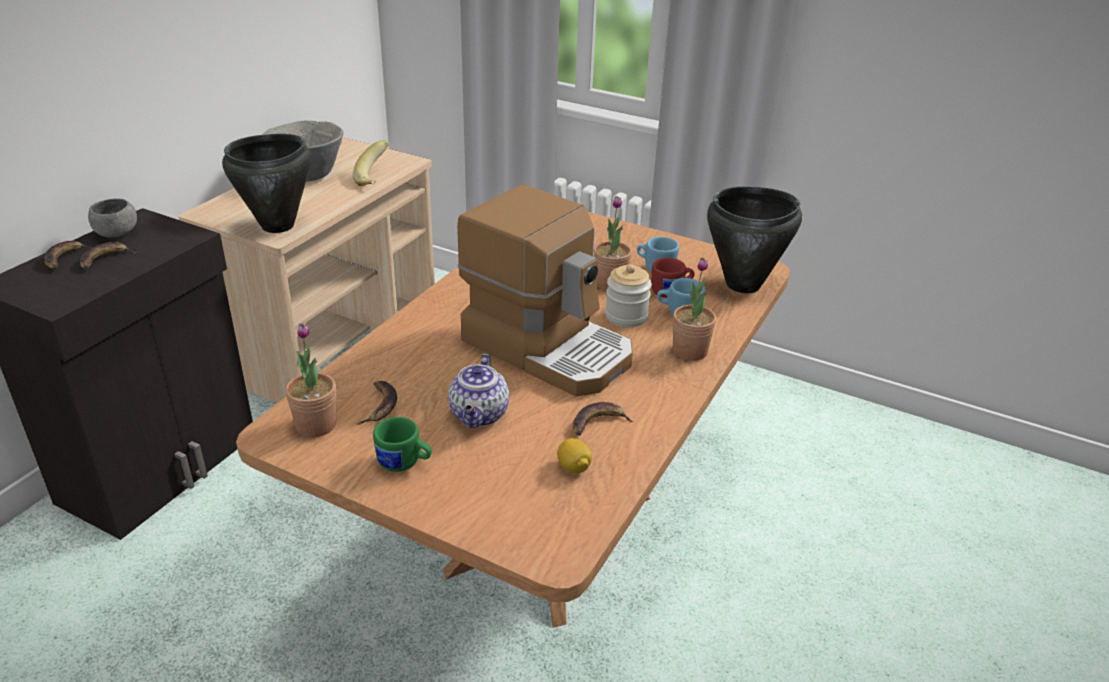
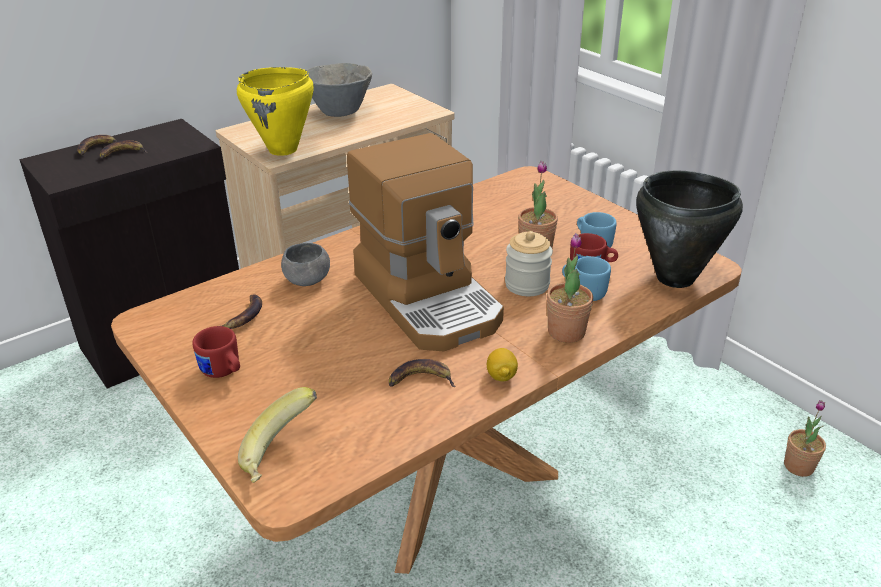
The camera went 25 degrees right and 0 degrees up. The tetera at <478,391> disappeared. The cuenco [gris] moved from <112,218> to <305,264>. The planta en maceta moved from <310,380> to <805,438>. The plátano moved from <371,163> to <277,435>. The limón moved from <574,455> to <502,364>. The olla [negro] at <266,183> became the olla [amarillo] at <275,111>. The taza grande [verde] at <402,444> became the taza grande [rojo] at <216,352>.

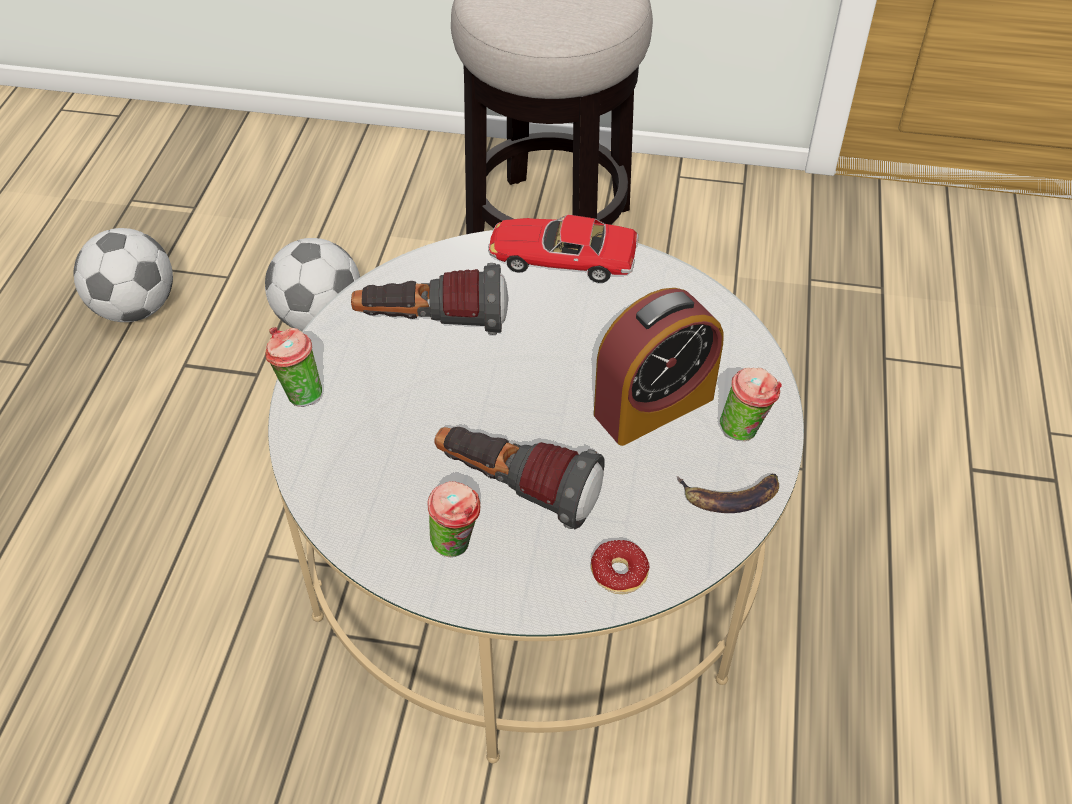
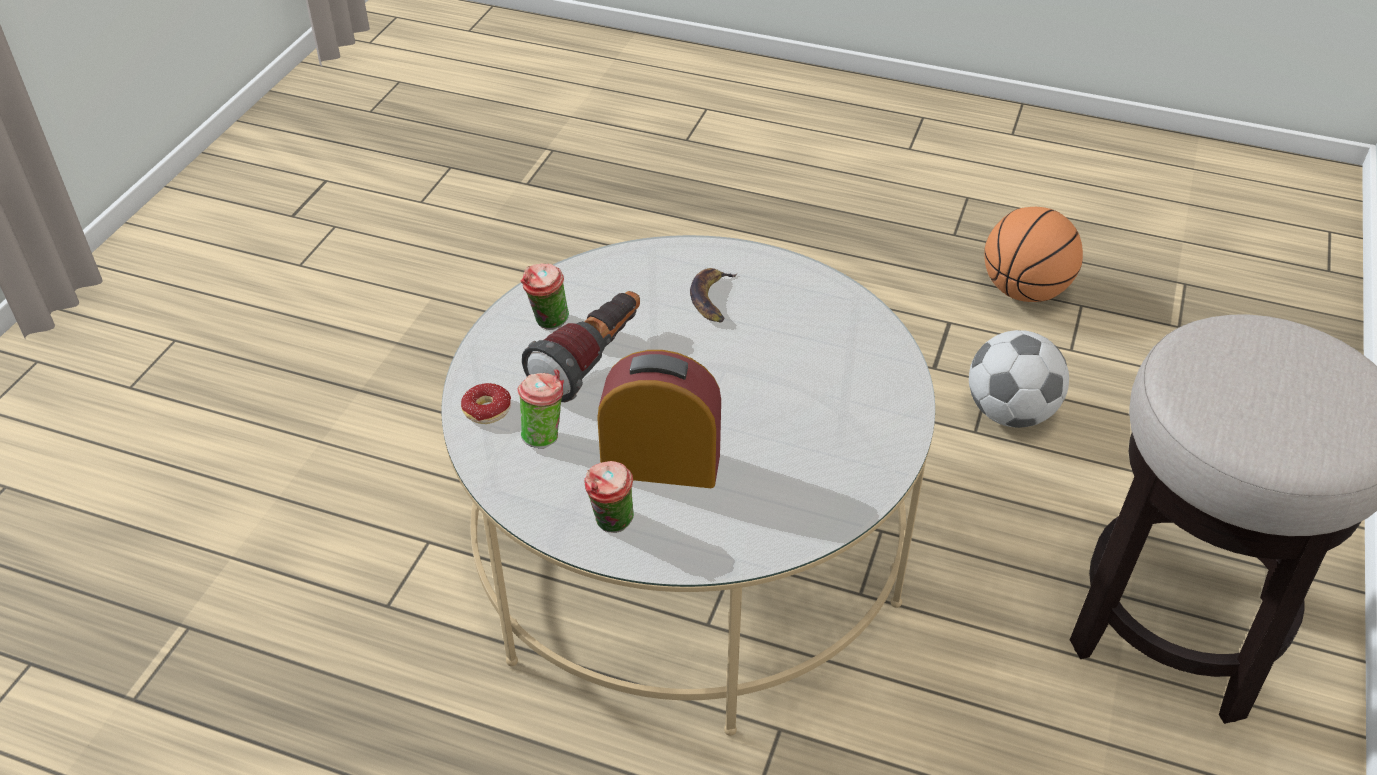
The camera went 100 degrees right and 5 degrees down. The linterna at <430,299> disappeared. The coche de juguete at <563,249> disappeared. The taza moved from <294,367> to <540,409>. The plátano moved from <728,493> to <714,295>. The balón de fútbol at <123,275> was replaced by the balón de baloncesto at <1033,254>. The despertador at <659,367> turned 120 degrees clockwise.

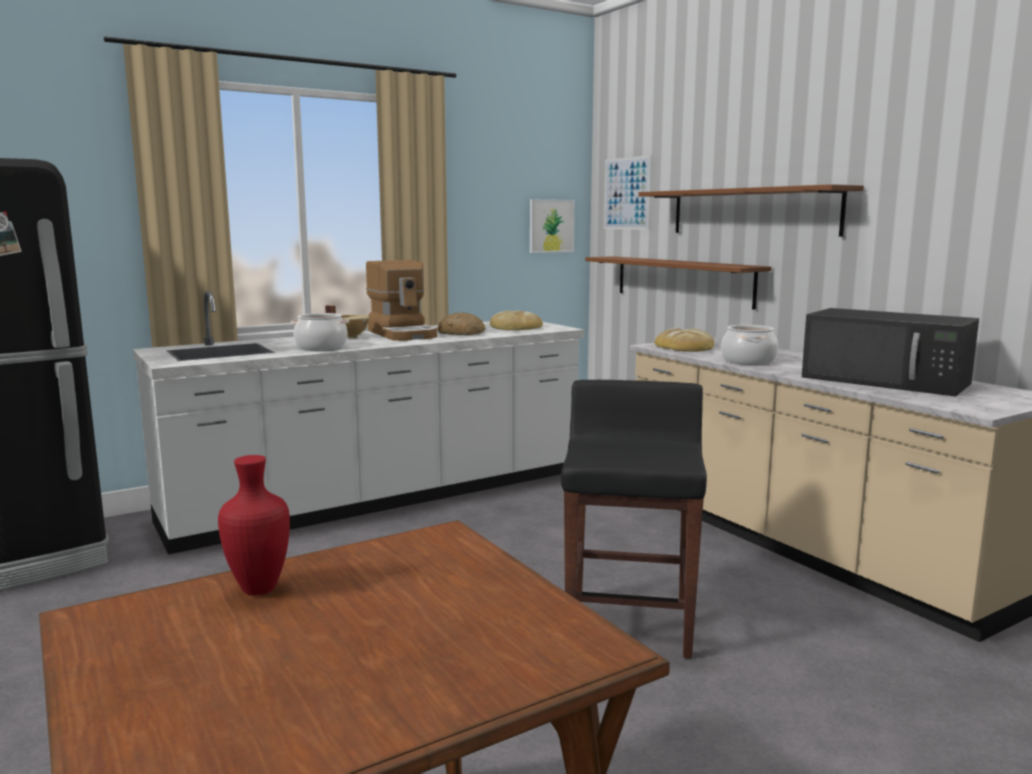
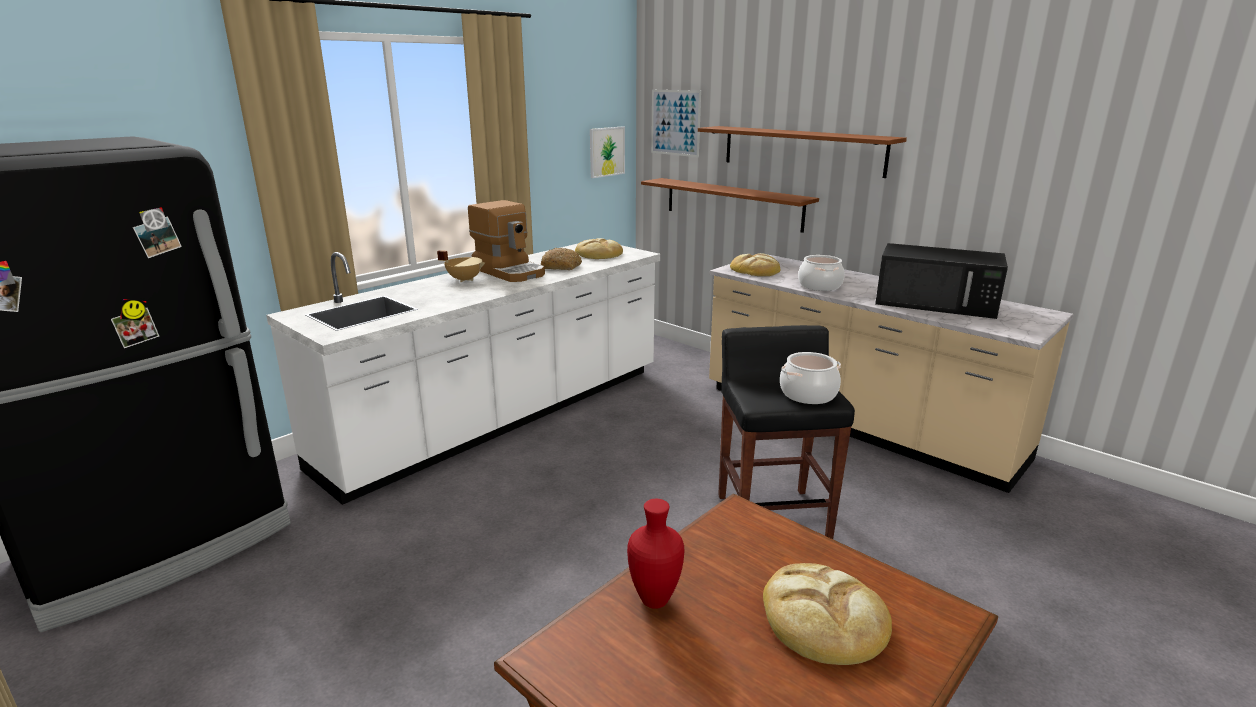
The camera went 15 degrees left and 10 degrees up. The pan at <827,614> appeared. The olla moved from <320,332> to <810,378>.

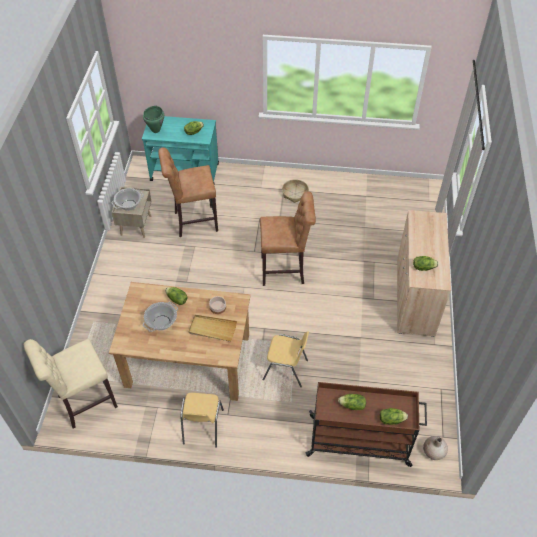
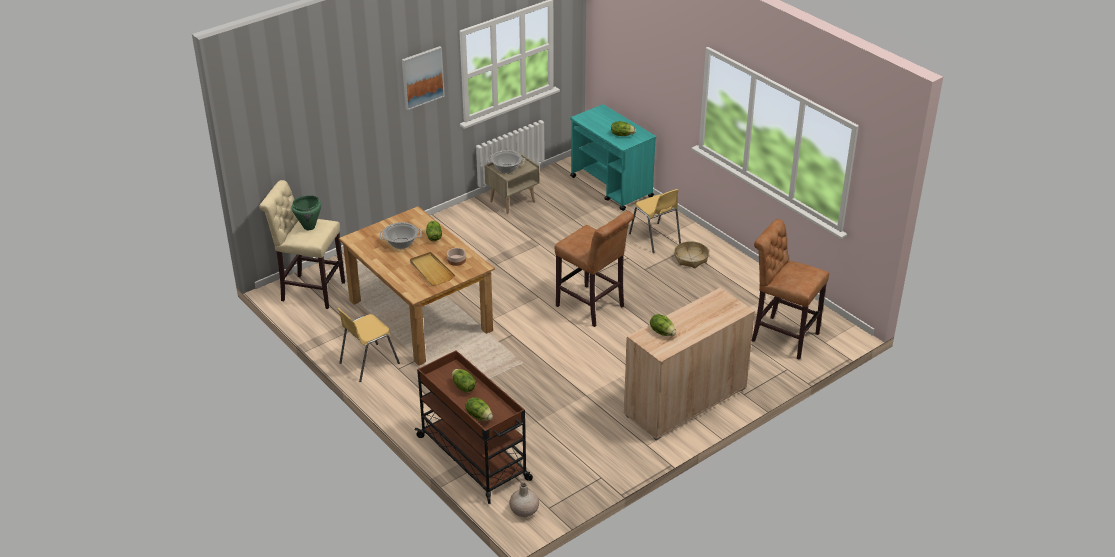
The camera went 45 degrees right and 15 degrees down. The cuadro at <423,78> appeared. The olla [verde] moved from <153,119> to <306,212>. The taburete [marrón] moved from <188,192> to <790,289>. The silla [amarillo] moved from <285,359> to <655,221>.

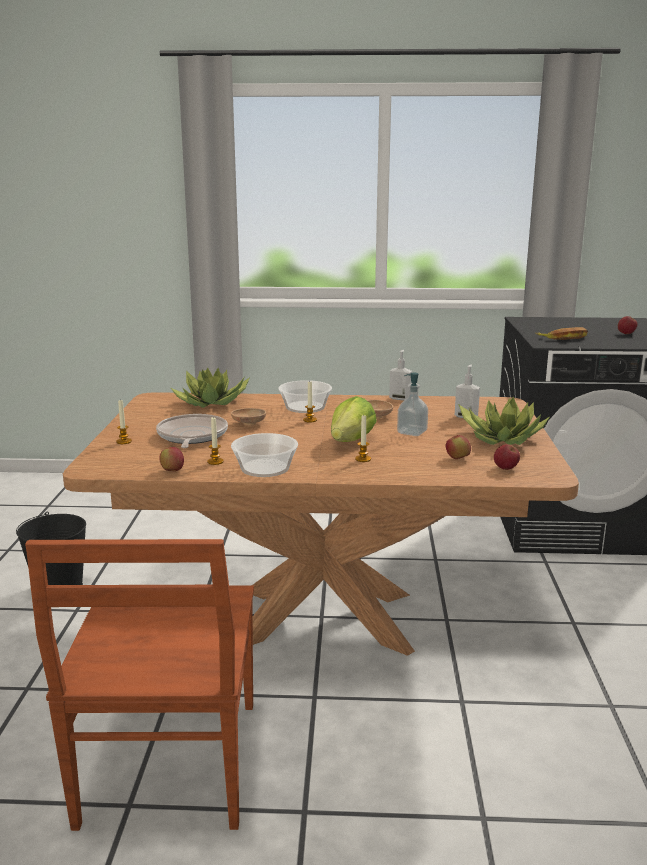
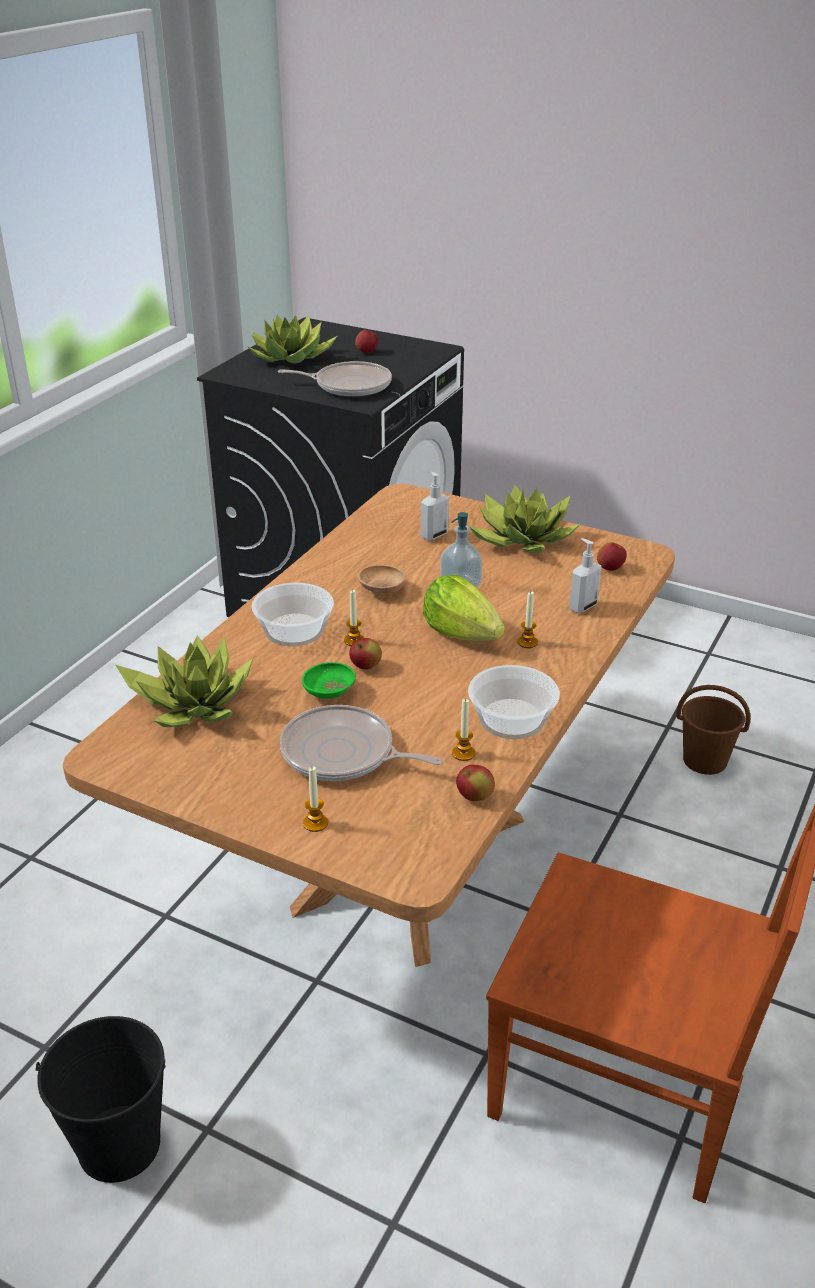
The camera went 65 degrees left and 15 degrees up. The planta en maceta at <292,339> appeared. The cubo [marrón] at <713,730> appeared. The dispensador de jabón moved from <400,375> to <585,575>. The manzana moved from <458,447> to <365,654>. The plátano at <561,333> was replaced by the sartén at <335,379>. The cuenco [marrón] at <248,417> became the cuenco [verde] at <329,680>.

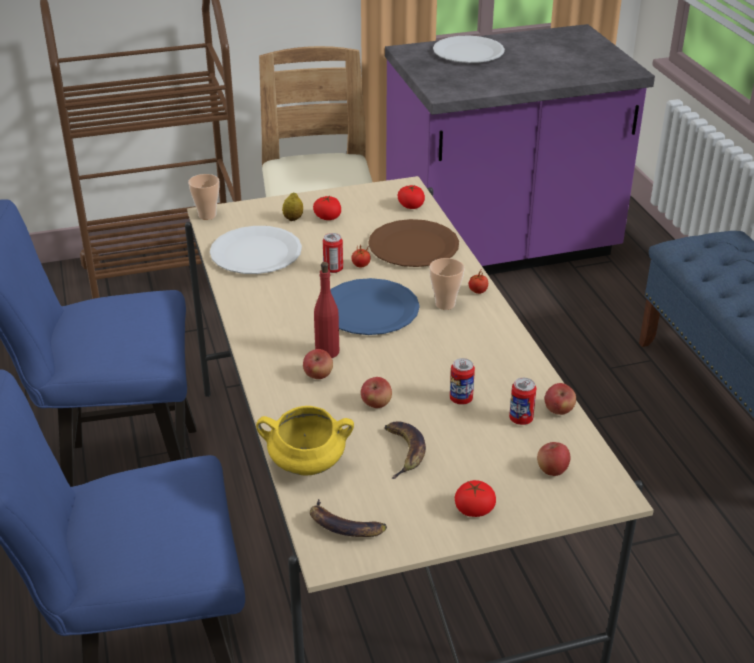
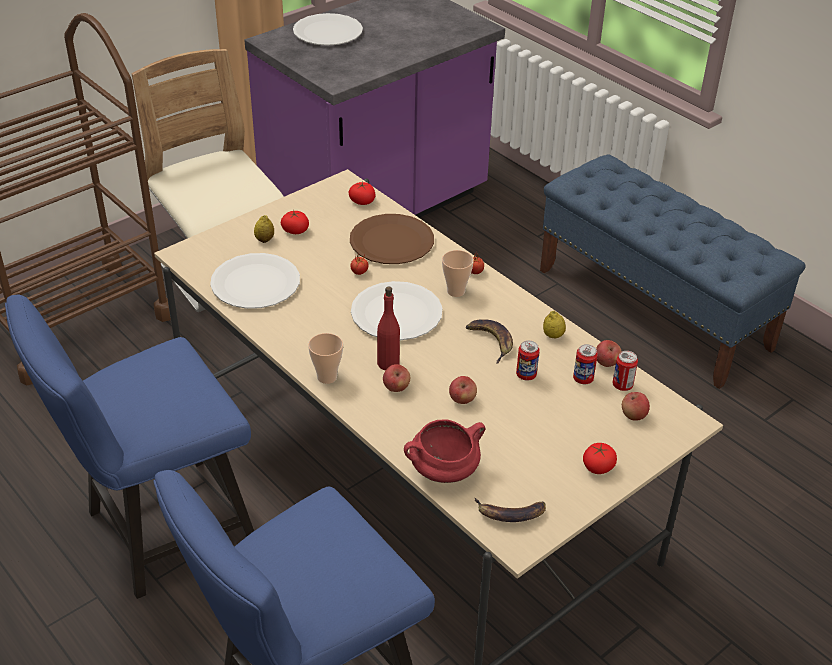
The camera went 25 degrees left and 5 degrees up. The limón at <554,324> appeared. The taza moved from <203,197> to <325,358>. The lata moved from <333,253> to <625,371>. The plátano moved from <405,450> to <489,341>. The olla [amarillo] at <305,440> became the olla [rojo] at <445,451>. The plato [azul] at <375,306> became the plato [blanco] at <396,310>.

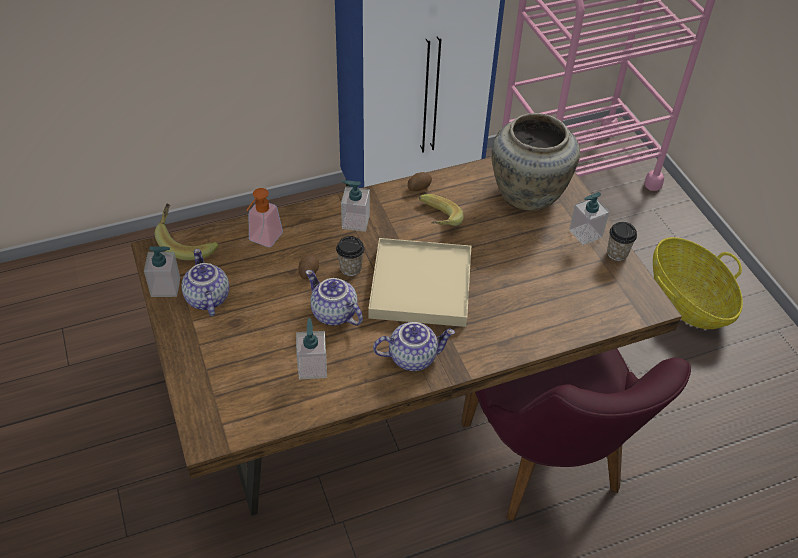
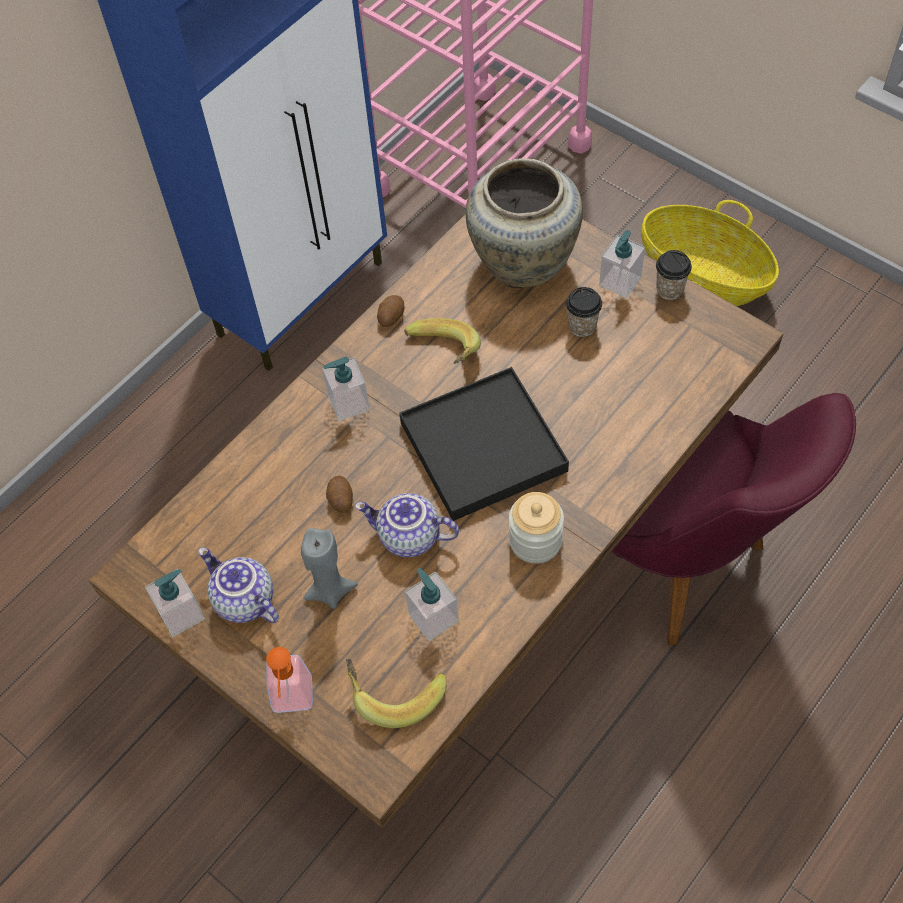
The camera went 25 degrees left and 10 degrees up. The vela [gris] at <329,568> appeared. The plátano moved from <187,232> to <396,693>. The dispensador de jabón moved from <264,217> to <289,680>. The taza moved from <350,256> to <584,312>. The tetera at <414,346> was replaced by the tarro at <536,528>. The bandeja [beis] at <419,282> became the bandeja [negro] at <484,444>.

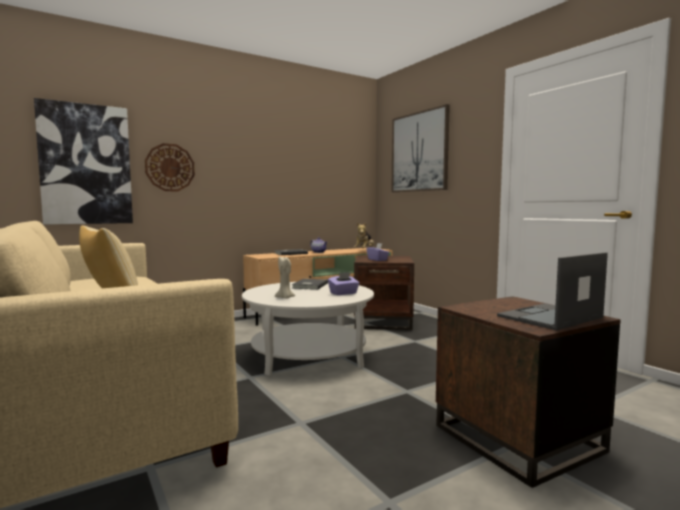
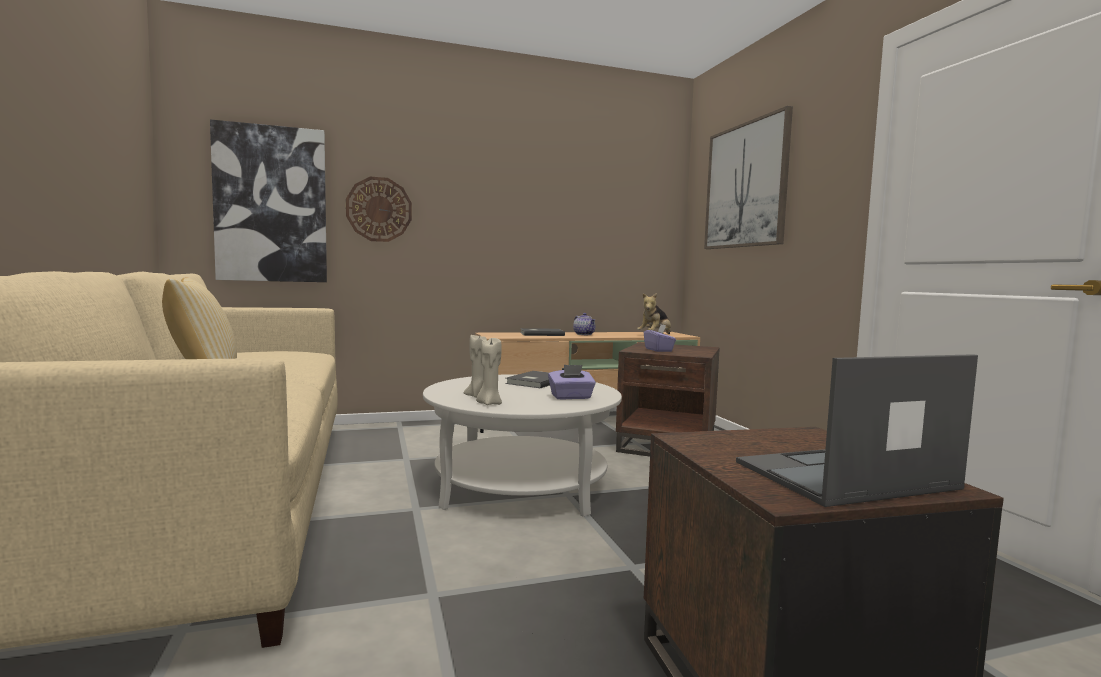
The camera went 15 degrees right and 0 degrees up. The vela [beis] at <489,371> appeared.

